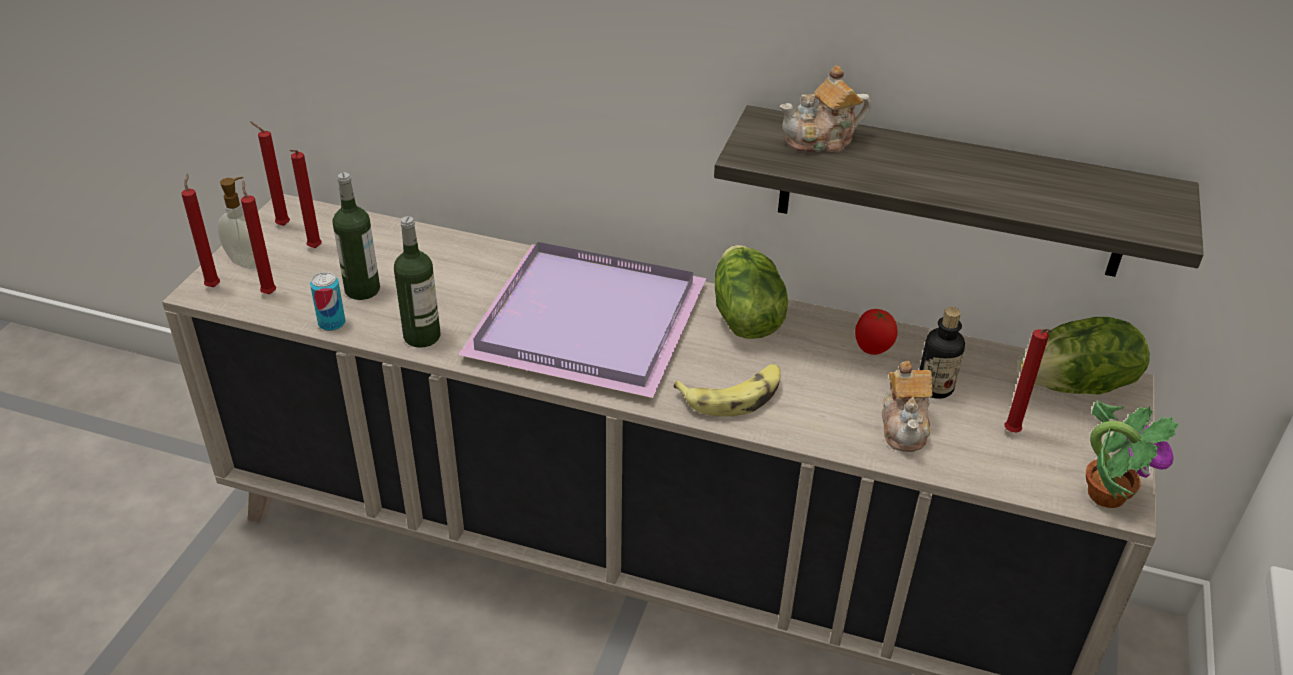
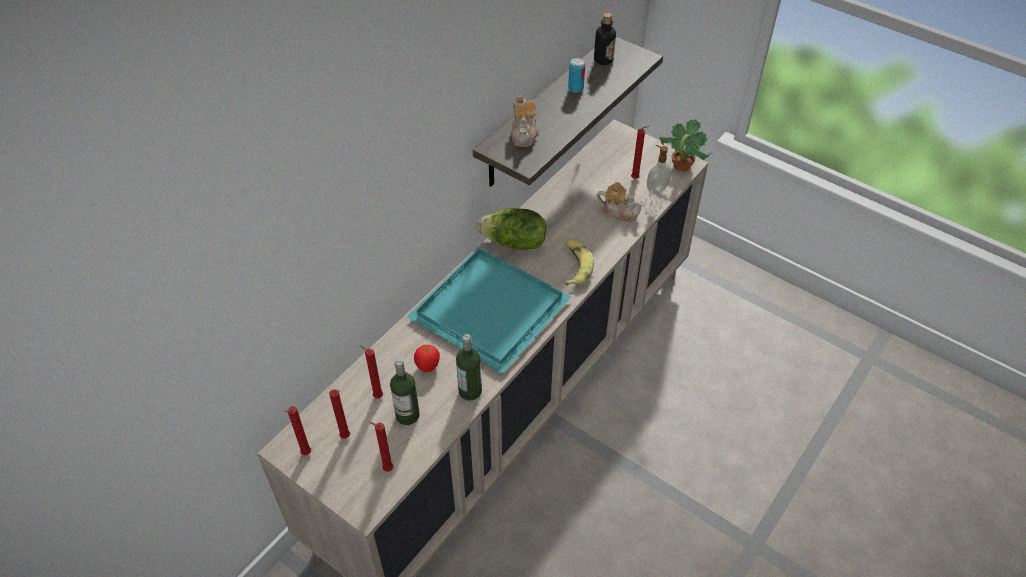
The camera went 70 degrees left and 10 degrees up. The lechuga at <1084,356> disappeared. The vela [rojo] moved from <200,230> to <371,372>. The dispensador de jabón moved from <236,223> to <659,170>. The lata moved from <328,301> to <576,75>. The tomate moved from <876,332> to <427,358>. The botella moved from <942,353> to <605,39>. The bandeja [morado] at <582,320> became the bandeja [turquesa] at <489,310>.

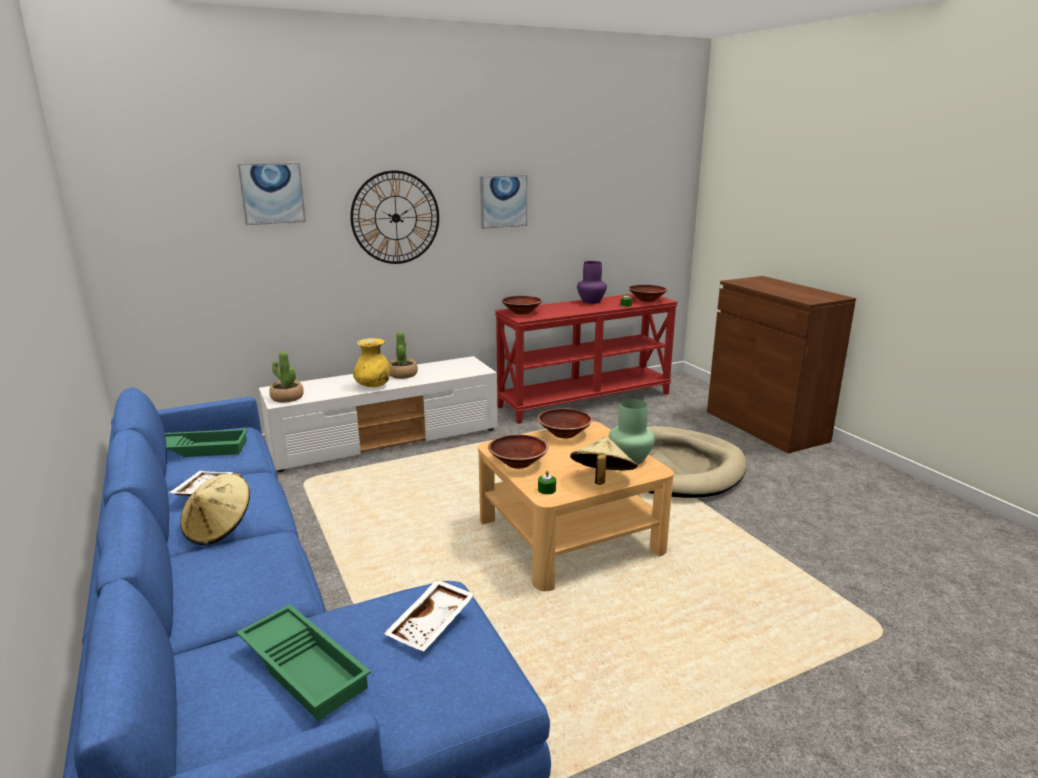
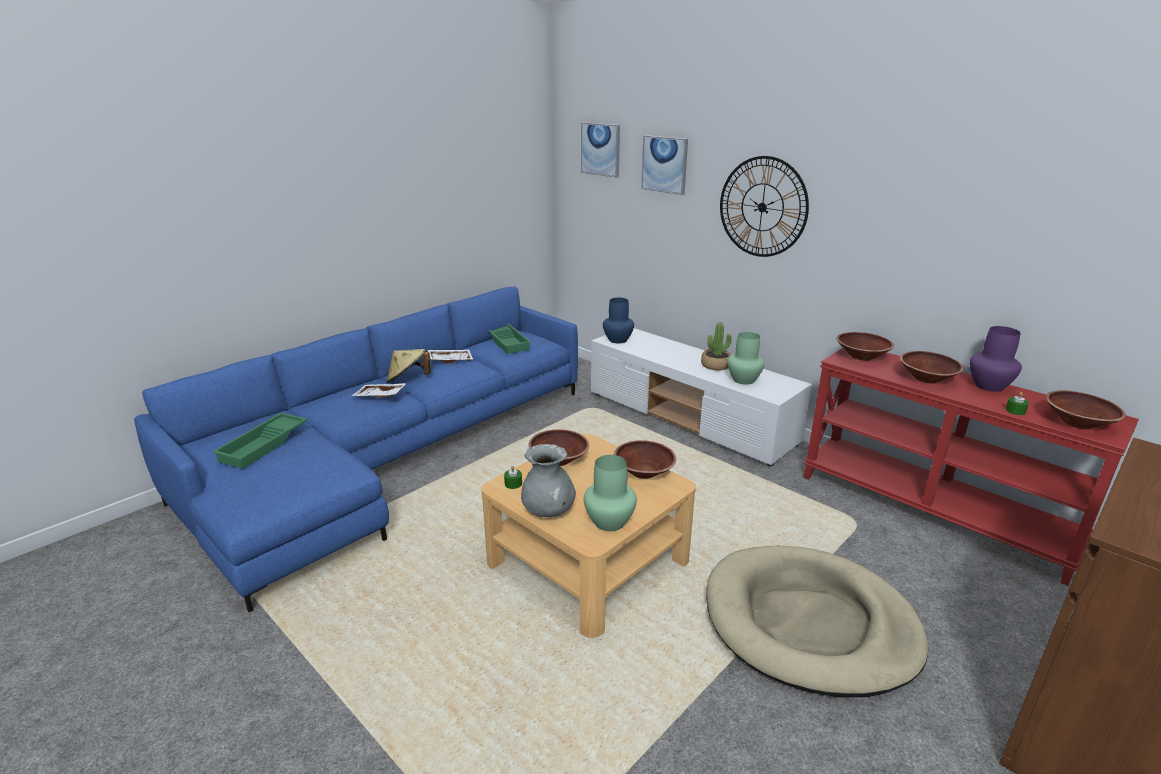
The camera went 70 degrees right and 5 degrees up. The florero [amarillo] at <371,362> disappeared. The florero [verde] at <746,358> appeared. The cuenco [marrón] at <932,367> appeared. The bandeja [blanco] moved from <429,615> to <379,390>. The cuadro moved from <503,202> to <600,150>. The planta en maceta at <286,377> was replaced by the florero [azul] at <618,320>. The sombrero [beis] at <604,460> was replaced by the florero [gris] at <548,480>.

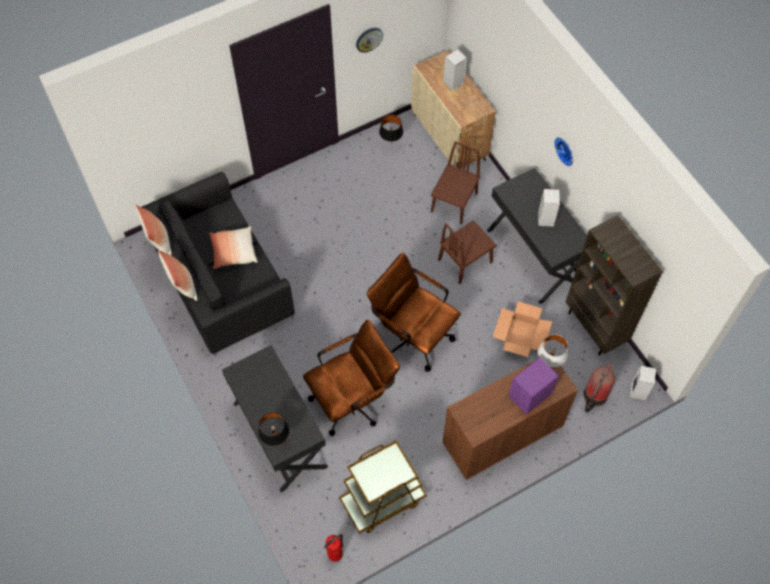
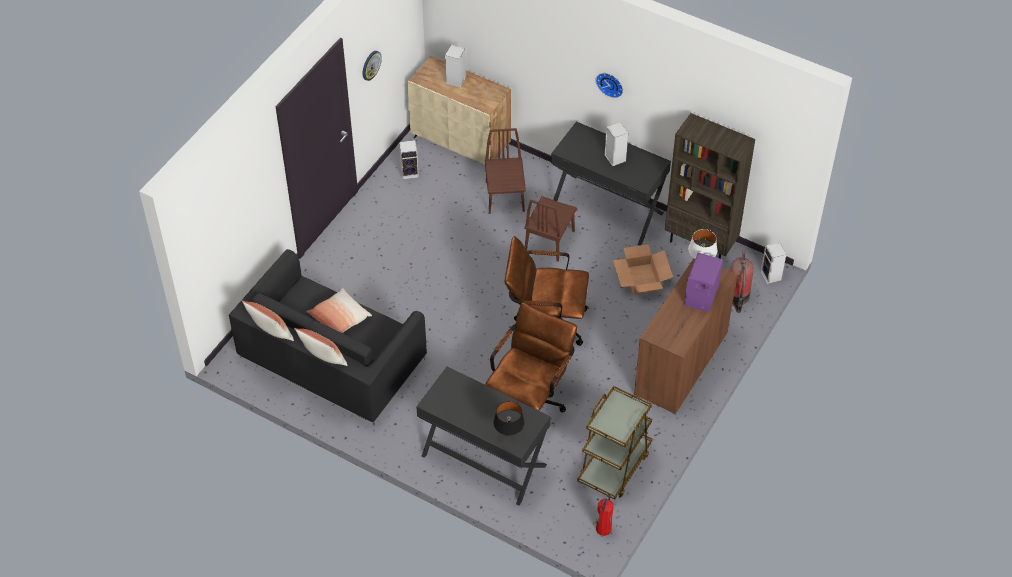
The camera went 30 degrees left and 10 degrees down. The lámpara de mesa [negro] at <391,128> was replaced by the altavoz at <409,159>.

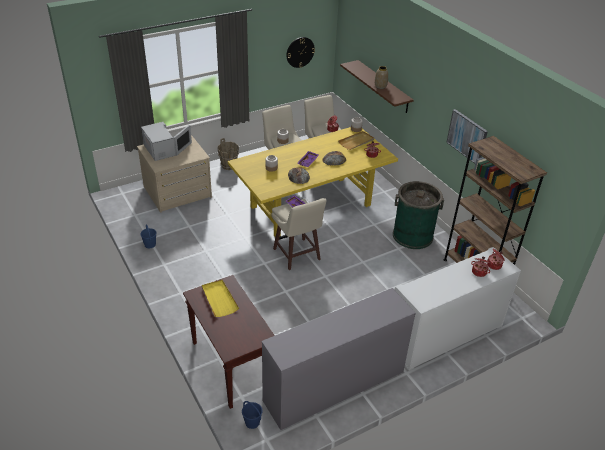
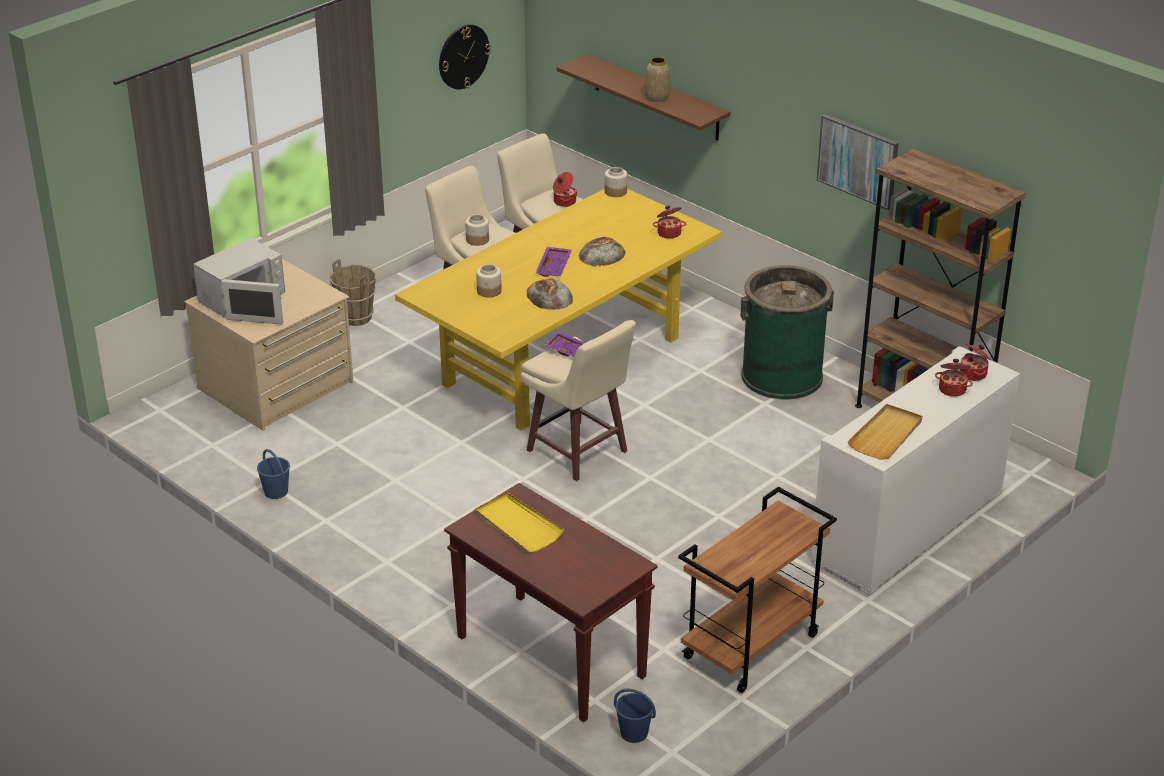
The camera went 15 degrees left and 5 degrees down. The bandeja [beis] moved from <356,140> to <885,431>. The cómoda [gris] at <338,359> was replaced by the carrito [marrón] at <757,590>. The microondas [blanco] at <166,141> turned 90 degrees clockwise.

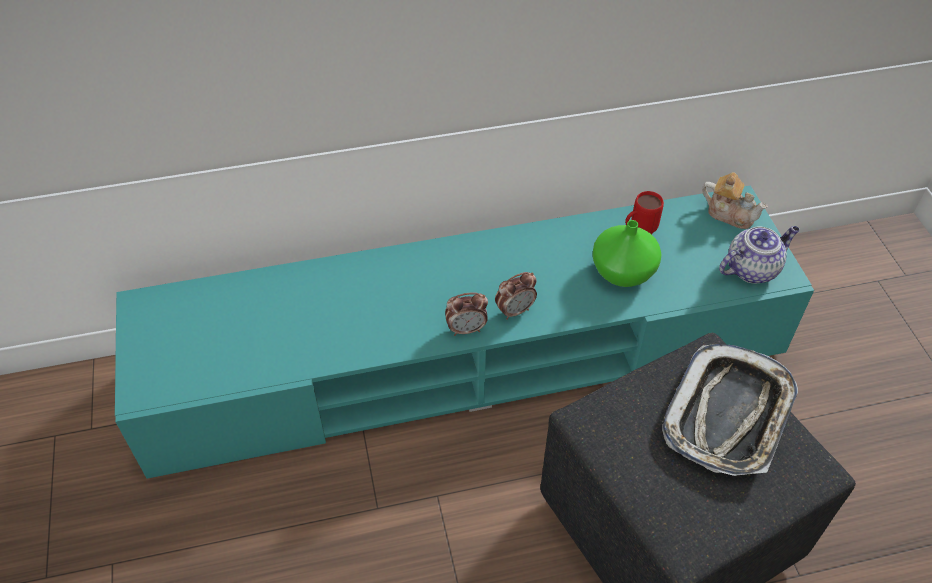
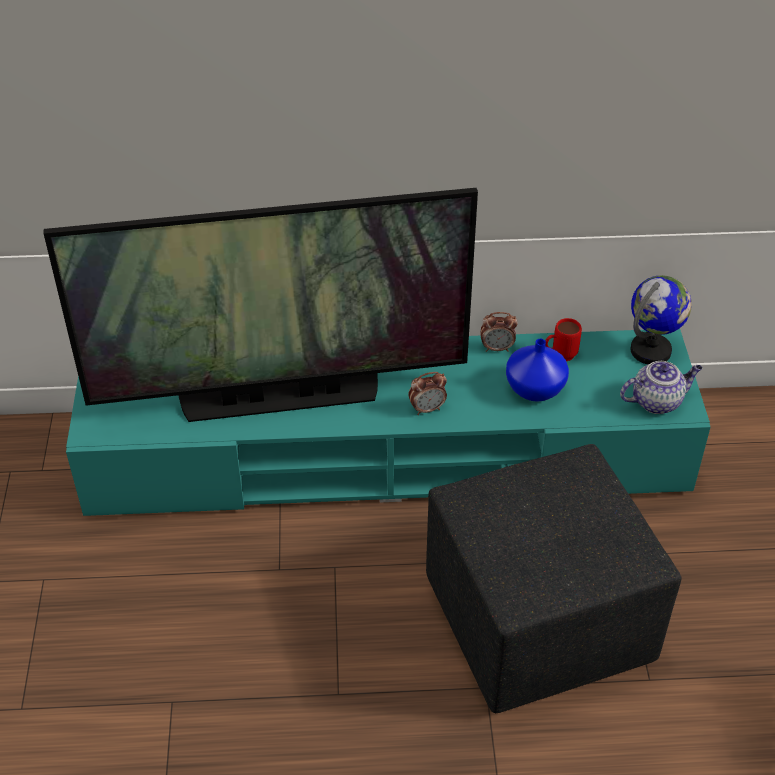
The camera went 10 degrees right and 5 degrees down. The bandeja at <730,410> disappeared. The televisor at <260,305> appeared. The despertador moved from <466,314> to <499,332>. The tetera at <735,200> was replaced by the globo terráqueo at <661,319>. The florero [verde] at <627,253> became the florero [azul] at <537,370>.

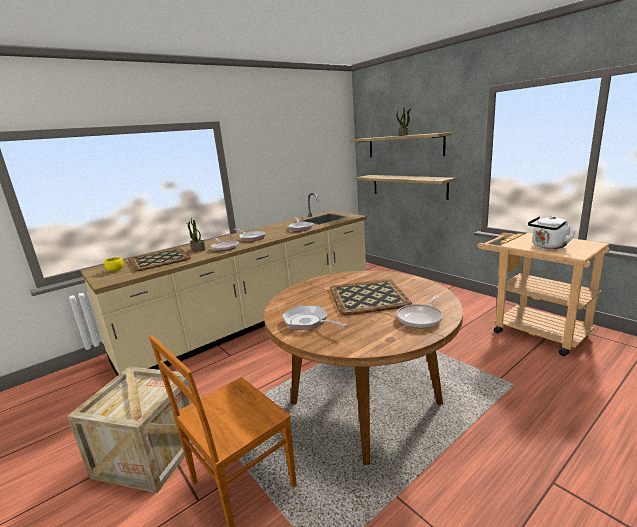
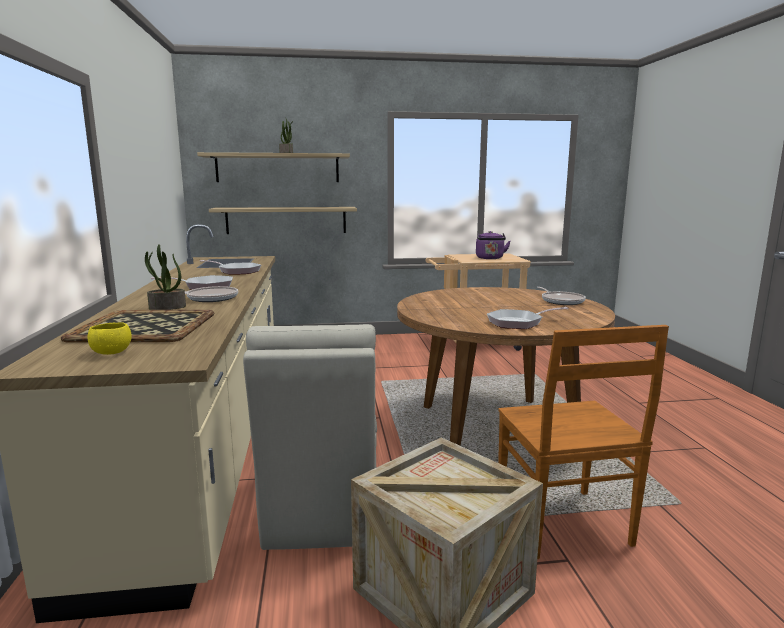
The camera went 60 degrees left and 5 degrees down. The bandeja at <371,297> disappeared. The silla [beis] at <310,437> appeared. The hervidor [blanco] at <552,232> became the hervidor [morado] at <493,245>.

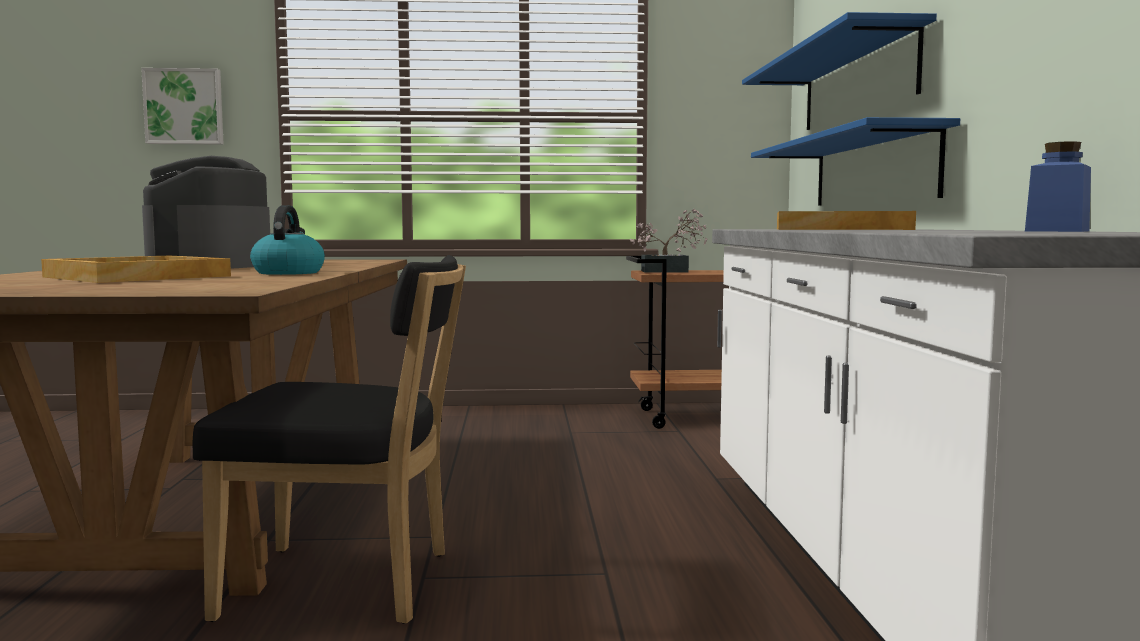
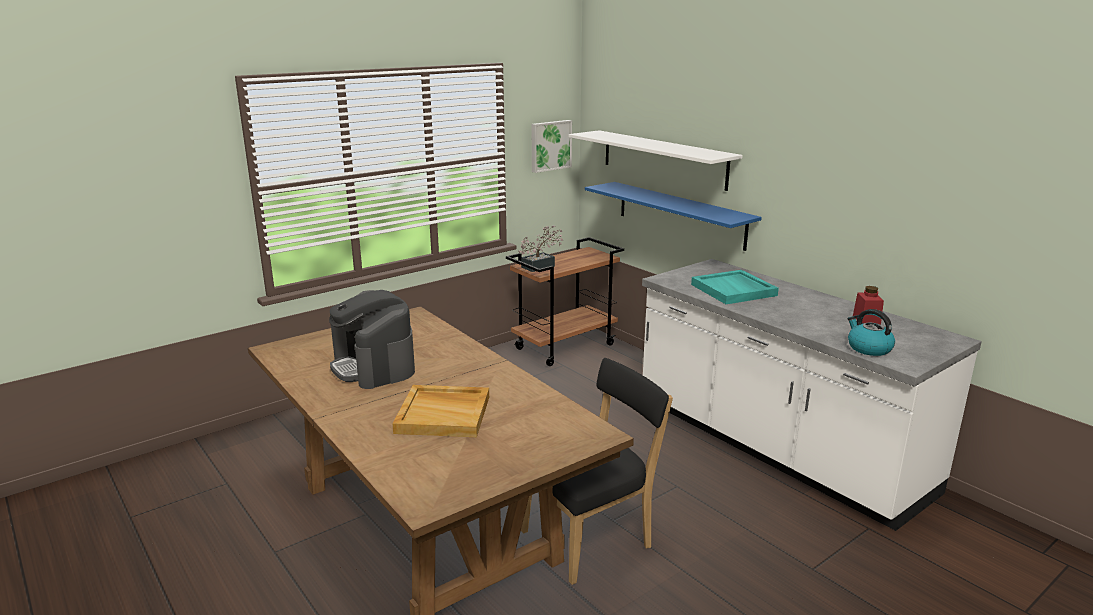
The camera went 35 degrees left and 15 degrees up. The cuadro moved from <182,106> to <552,146>. The hervidor moved from <287,240> to <871,332>. The estante [azul] at <839,71> became the estante [blanco] at <656,160>. The bandeja [beis] at <846,220> became the bandeja [turquesa] at <735,287>. The tarro [azul] at <1058,186> became the tarro [rojo] at <868,305>.

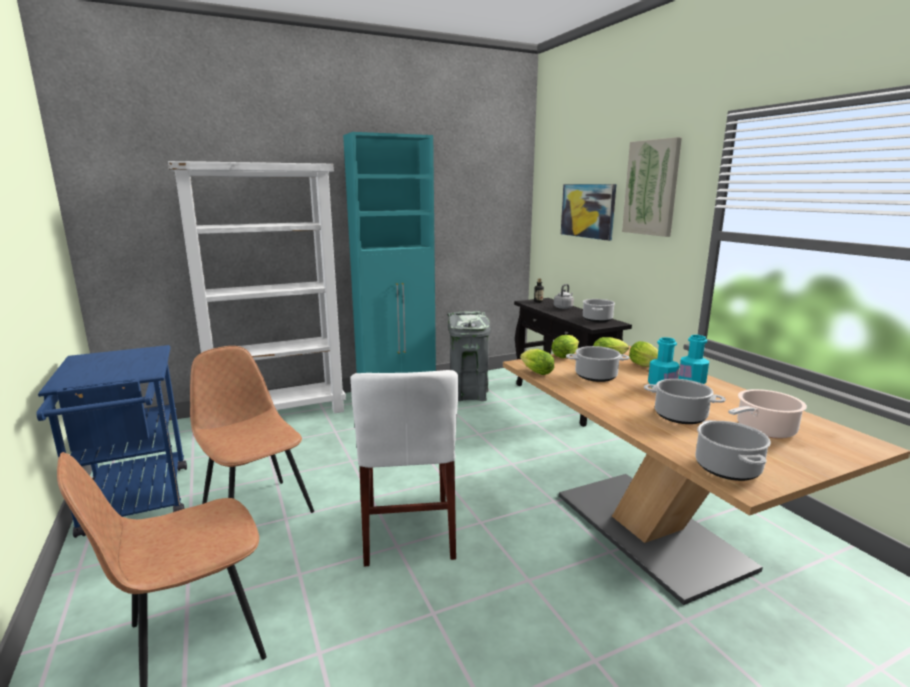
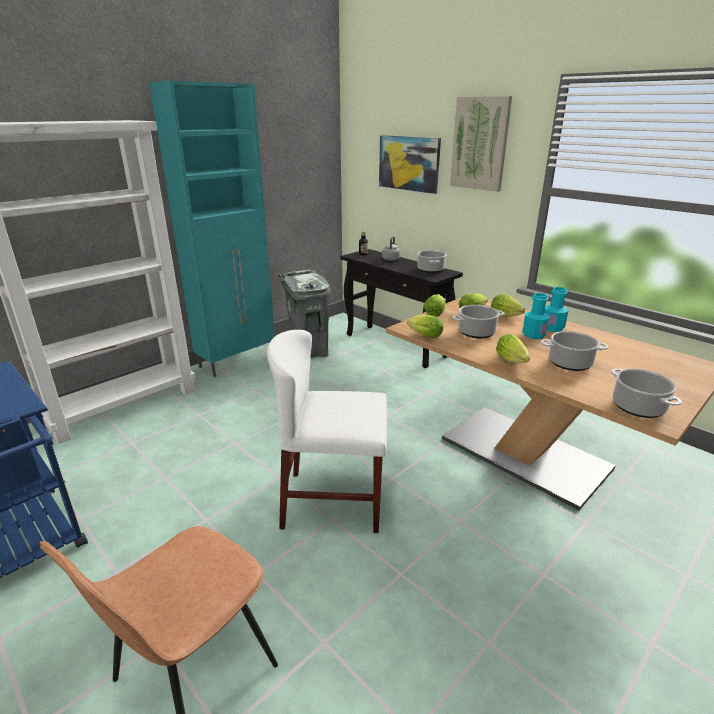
The camera went 20 degrees left and 10 degrees up. The silla [marrón] at <252,429> disappeared. The olla at <767,414> disappeared. The lechuga at <513,348> appeared. The silla [blanco] at <404,468> turned 120 degrees clockwise.

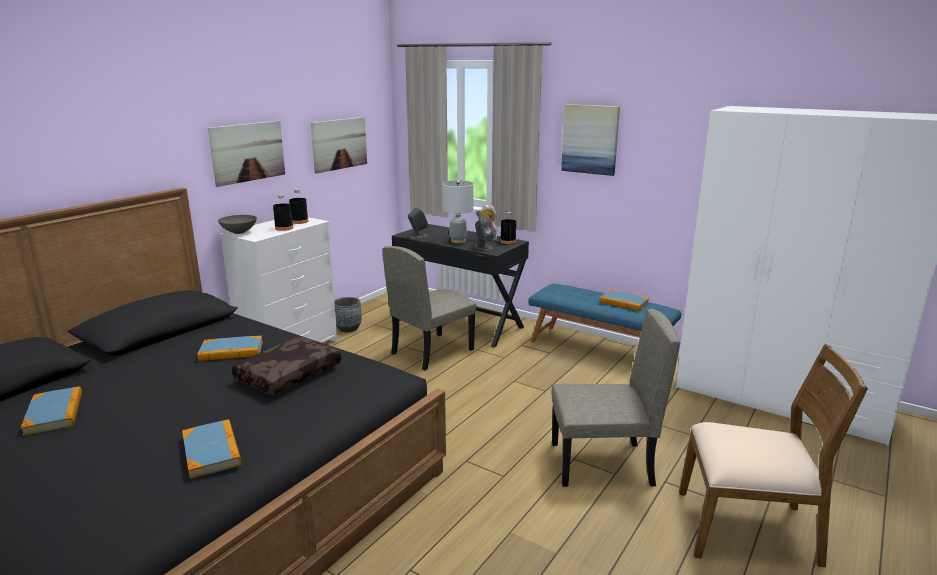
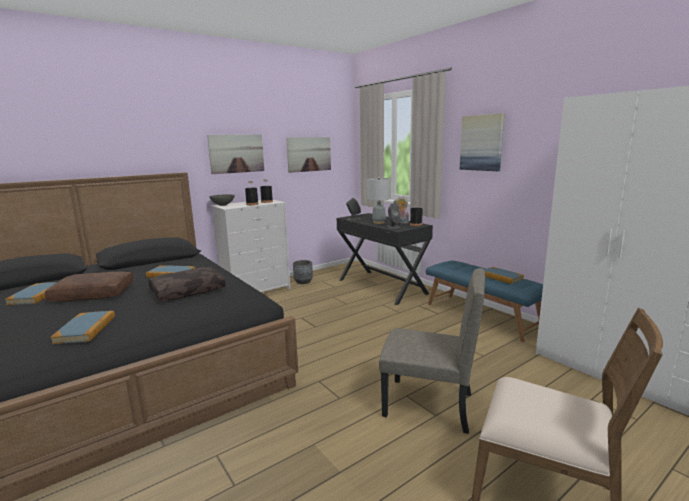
The camera went 20 degrees right and 5 degrees down. The silla [beis] at <429,308> disappeared. The cojín [marrón] at <89,287> appeared.

